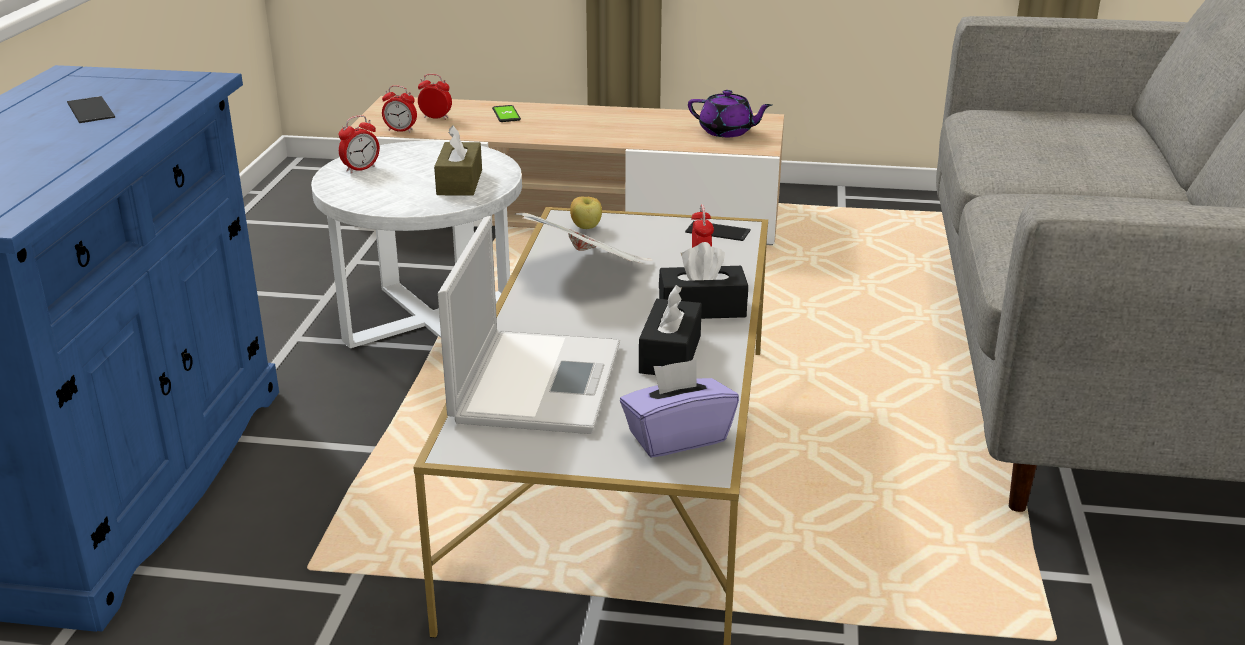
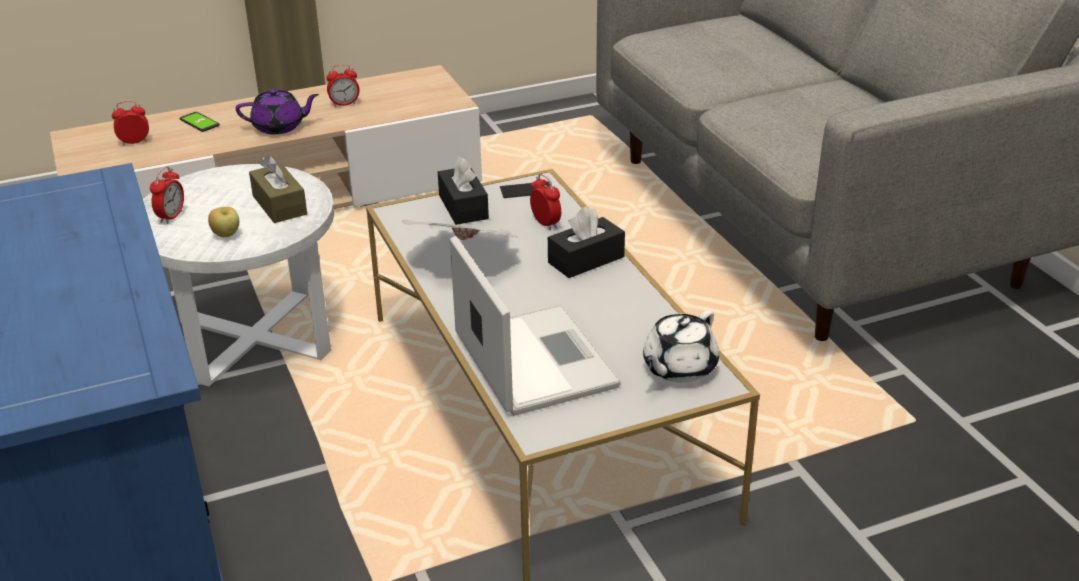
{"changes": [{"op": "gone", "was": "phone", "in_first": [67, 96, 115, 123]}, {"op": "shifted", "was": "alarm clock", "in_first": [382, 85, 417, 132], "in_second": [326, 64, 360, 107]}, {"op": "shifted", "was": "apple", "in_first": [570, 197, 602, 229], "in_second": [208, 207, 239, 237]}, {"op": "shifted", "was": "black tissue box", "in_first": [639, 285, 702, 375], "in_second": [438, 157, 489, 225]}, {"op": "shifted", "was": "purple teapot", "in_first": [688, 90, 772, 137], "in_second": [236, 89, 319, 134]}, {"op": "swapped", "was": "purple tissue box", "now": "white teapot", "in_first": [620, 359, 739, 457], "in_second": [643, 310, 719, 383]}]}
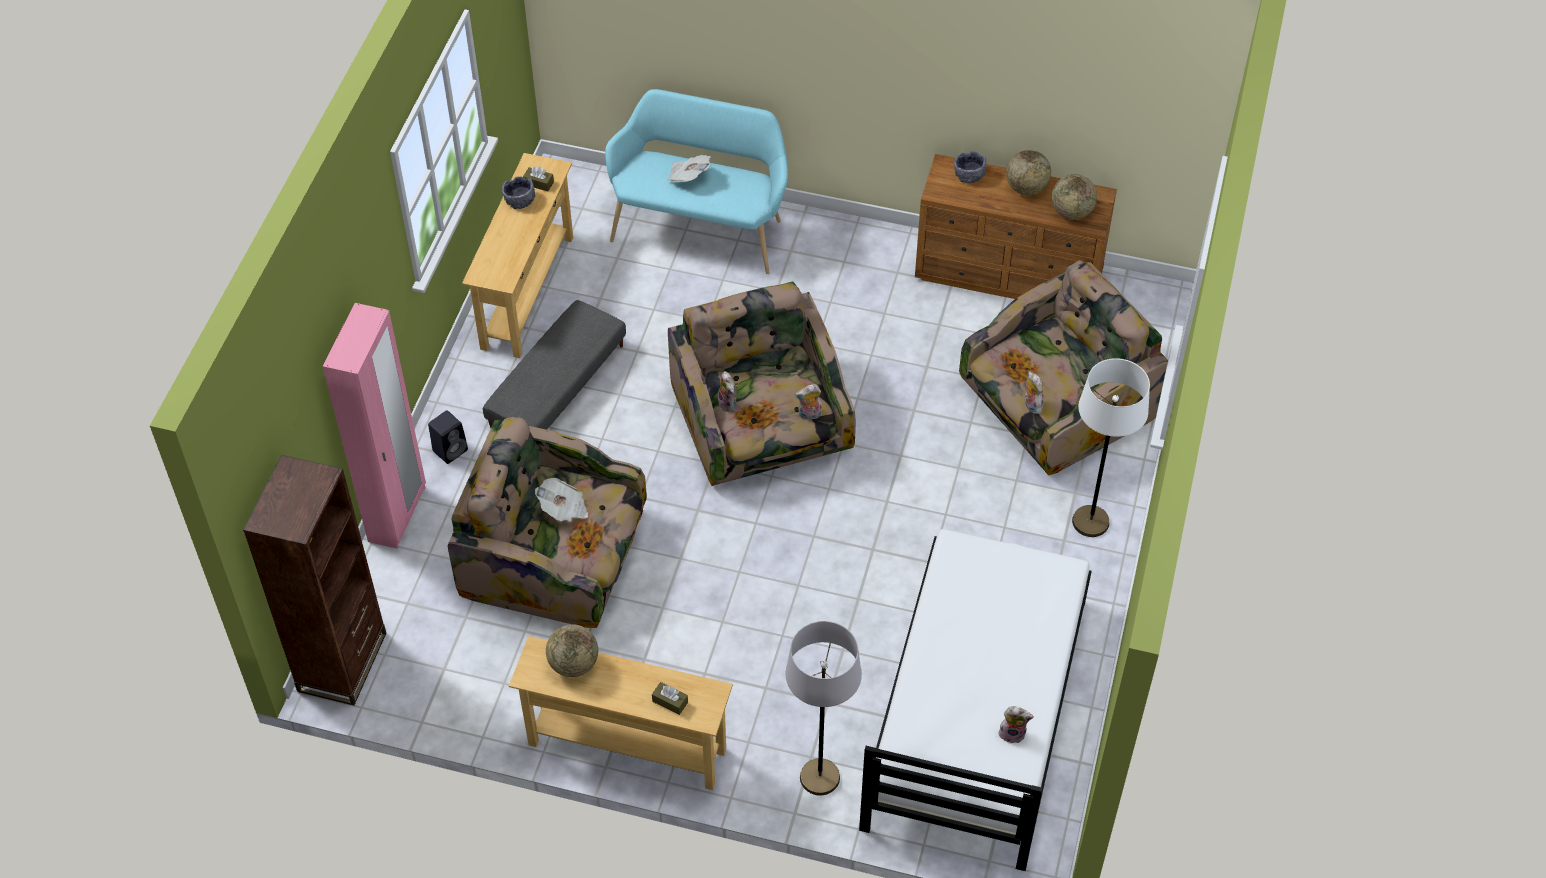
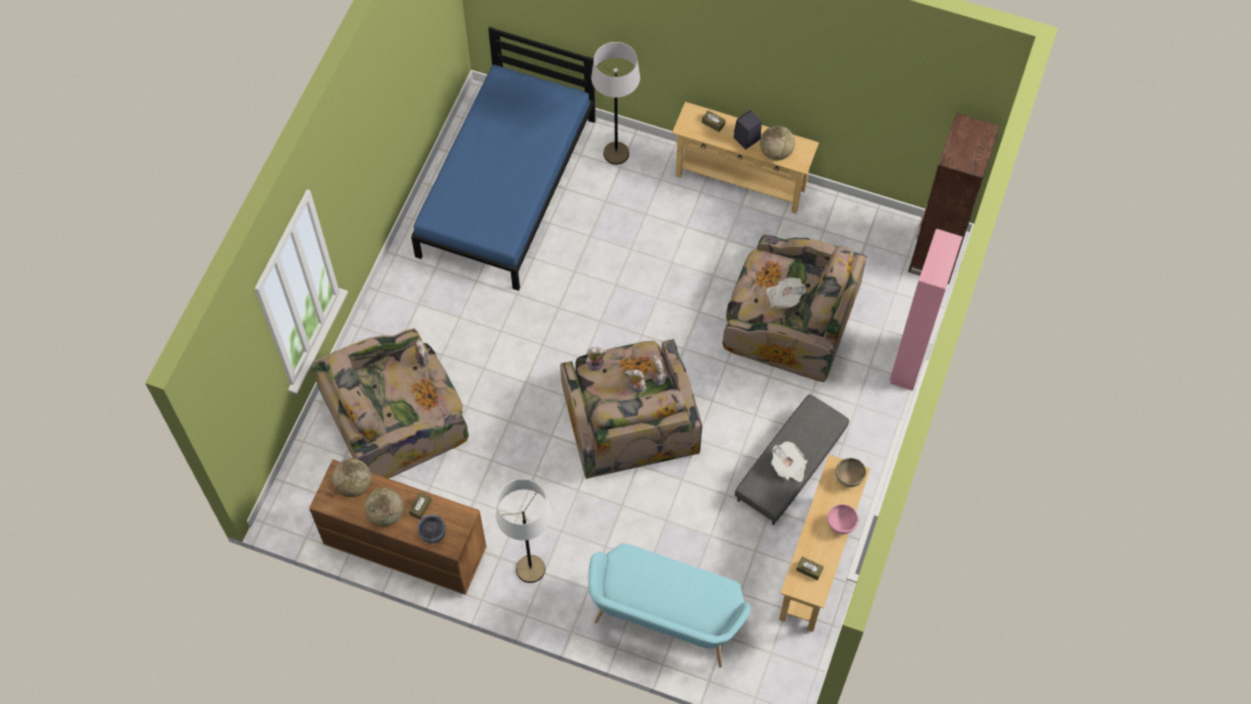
{"changes": [{"op": "gone", "was": "grey bowl", "in_first": [502, 176, 535, 209]}, {"op": "new", "now": "brown tissue box", "in_second": [409, 492, 432, 520]}, {"op": "new", "now": "pink bowl", "in_second": [827, 504, 858, 534]}, {"op": "new", "now": "brown bowl", "in_second": [835, 458, 866, 487]}, {"op": "shifted", "was": "black speaker", "in_first": [428, 410, 468, 464], "in_second": [734, 110, 762, 149]}, {"op": "shifted", "was": "newspaper", "in_first": [667, 155, 710, 182], "in_second": [771, 442, 807, 482]}, {"op": "shifted", "was": "plush toy", "in_first": [999, 706, 1034, 743], "in_second": [624, 370, 646, 393]}, {"op": "shifted", "was": "white floor lamp", "in_first": [1072, 358, 1150, 537], "in_second": [496, 479, 551, 583]}, {"op": "repainted", "was": "white bed", "now": "blue bed", "in_first": [859, 529, 1092, 871], "in_second": [411, 27, 595, 291]}]}
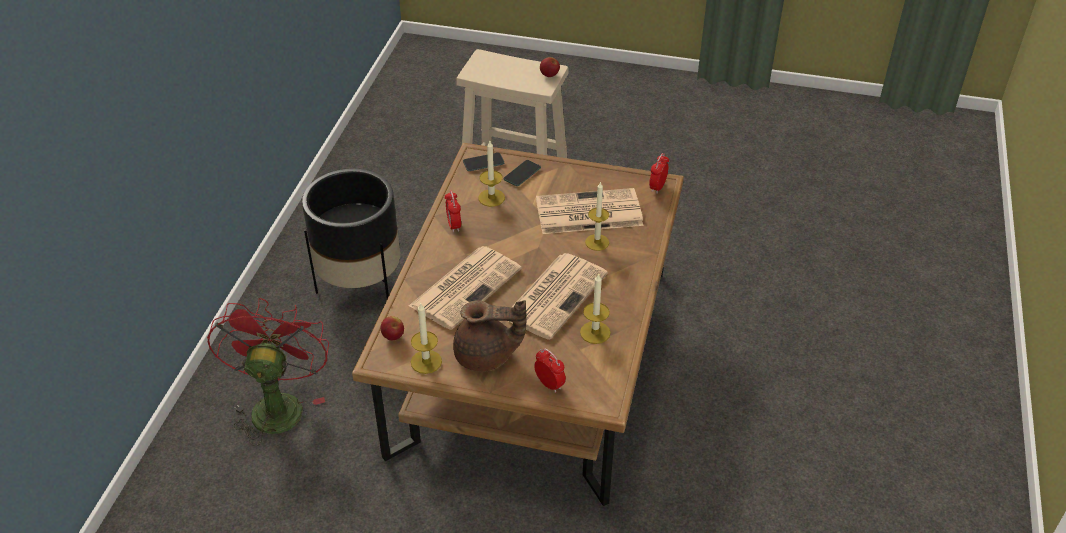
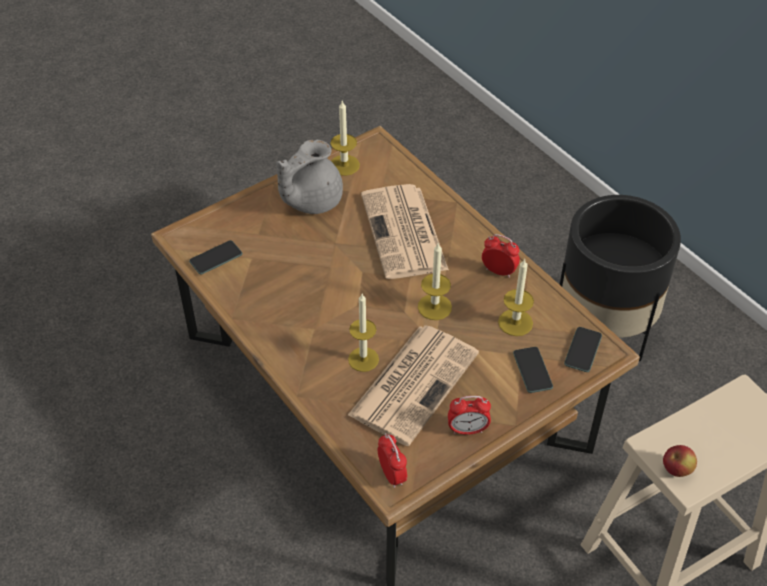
{"changes": [{"op": "gone", "was": "red fan", "in_first": [207, 298, 329, 446]}, {"op": "gone", "was": "apple", "in_first": [380, 316, 404, 340]}, {"op": "gone", "was": "newspaper", "in_first": [509, 253, 608, 340]}, {"op": "new", "now": "phone", "in_second": [189, 240, 242, 274]}, {"op": "shifted", "was": "alarm clock", "in_first": [534, 348, 566, 393], "in_second": [448, 396, 491, 435]}, {"op": "shifted", "was": "candle", "in_first": [580, 273, 611, 344], "in_second": [418, 244, 452, 320]}, {"op": "repainted", "was": "brown teapot", "now": "grey teapot", "in_first": [453, 300, 527, 372], "in_second": [276, 140, 343, 214]}]}
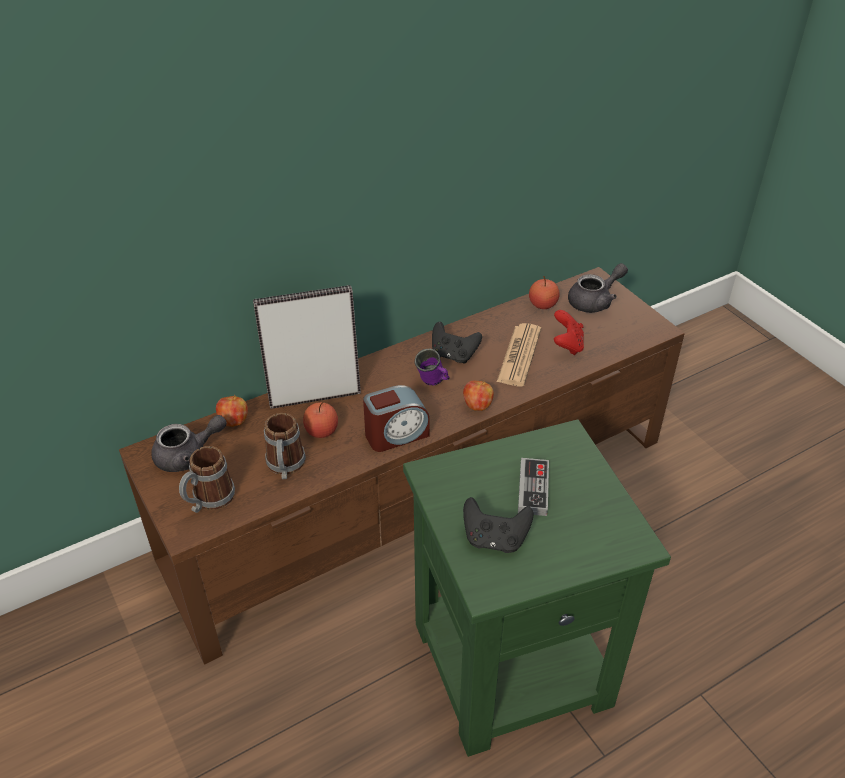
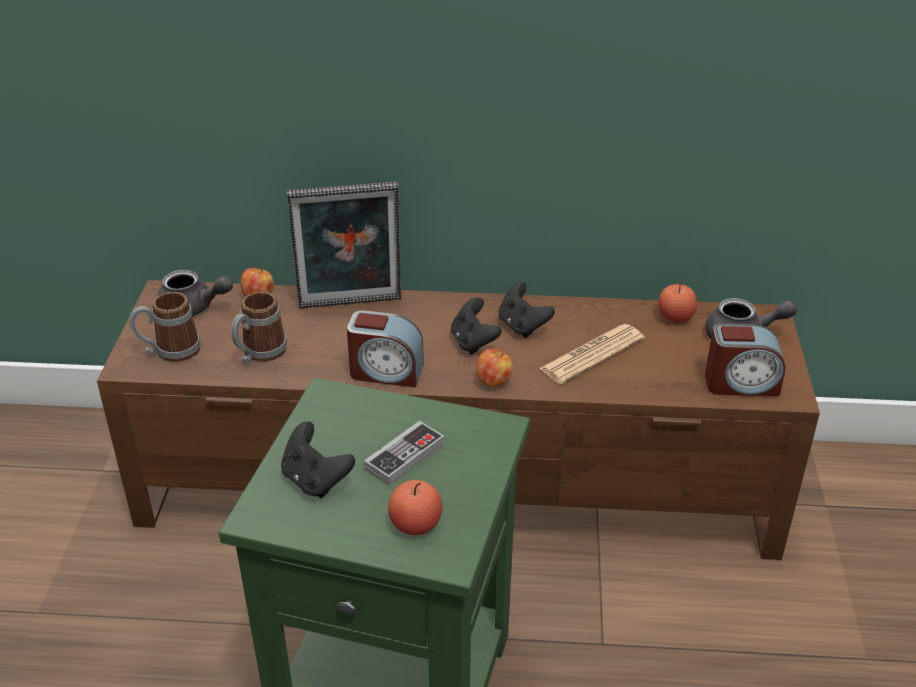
{"changes": [{"op": "gone", "was": "red game controller", "in_first": [554, 310, 584, 355]}, {"op": "new", "now": "alarm clock", "in_second": [705, 323, 785, 396]}, {"op": "shifted", "was": "apple", "in_first": [303, 402, 338, 438], "in_second": [388, 480, 442, 535]}, {"op": "swapped", "was": "purple mug", "now": "black game controller", "in_first": [415, 349, 450, 386], "in_second": [451, 297, 502, 355]}, {"op": "rotated", "was": "picture frame", "in_first": [253, 285, 361, 409], "in_second": [286, 182, 401, 308], "clockwise": 150}]}
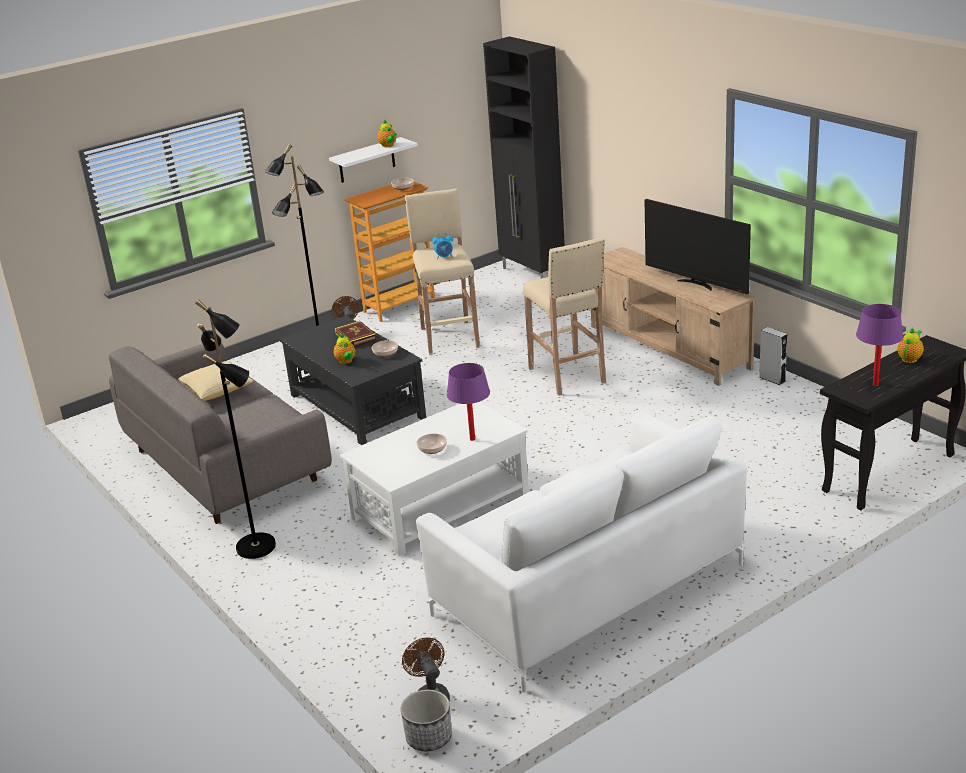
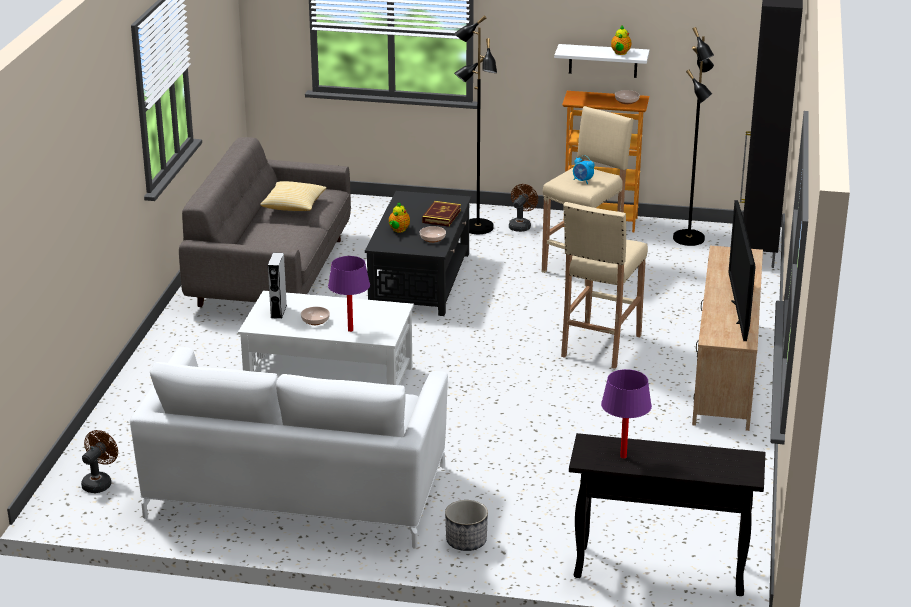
{"changes": [{"op": "gone", "was": "teapot", "in_first": [897, 328, 924, 363]}, {"op": "shifted", "was": "black floor lamp", "in_first": [195, 299, 276, 559], "in_second": [673, 27, 714, 246]}, {"op": "shifted", "was": "planter", "in_first": [401, 690, 452, 751], "in_second": [445, 500, 488, 551]}, {"op": "shifted", "was": "grey speaker", "in_first": [759, 327, 788, 385], "in_second": [268, 252, 287, 319]}]}
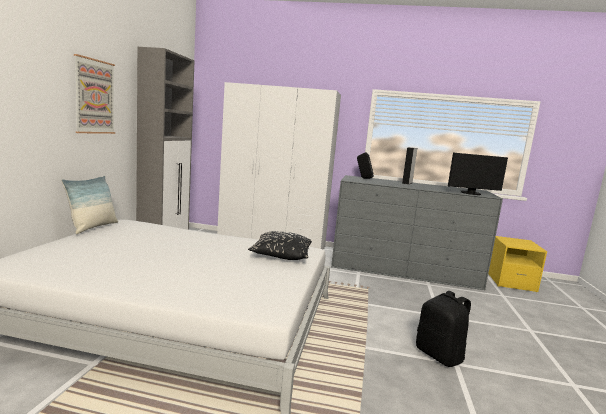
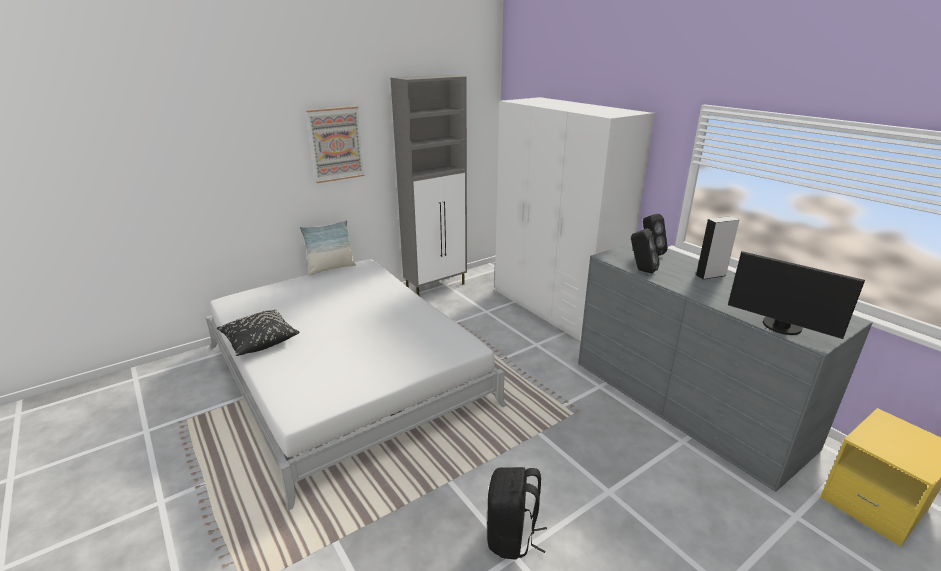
{"changes": [{"op": "new", "now": "black speaker", "in_second": [631, 228, 660, 274]}, {"op": "shifted", "was": "black pillow", "in_first": [248, 231, 312, 260], "in_second": [217, 309, 300, 356]}]}
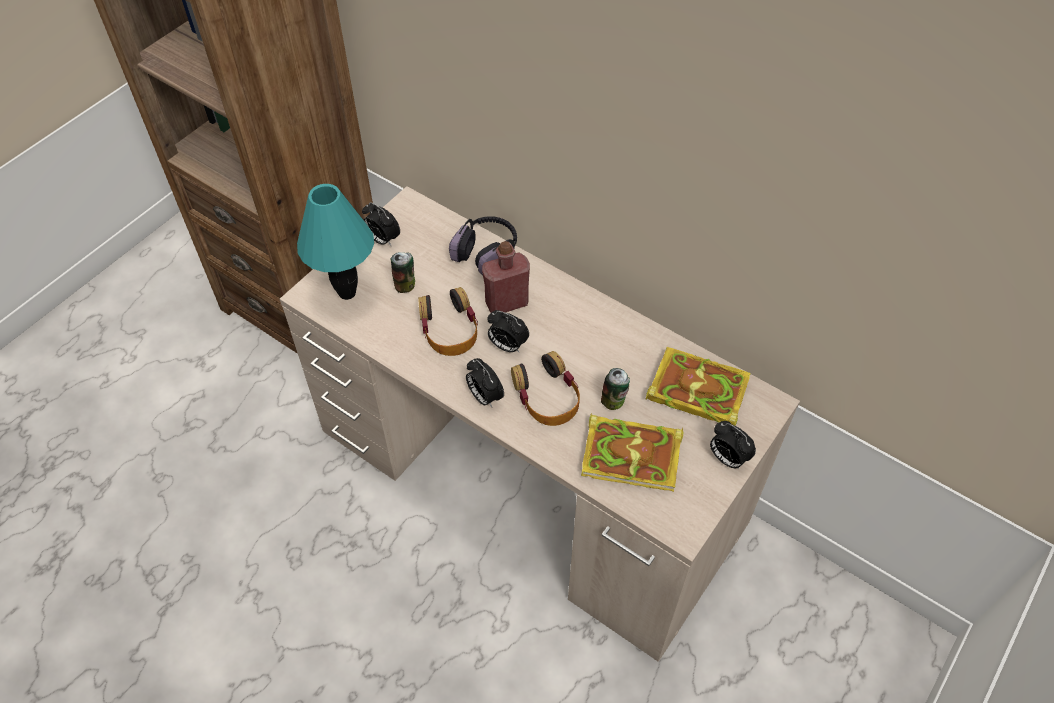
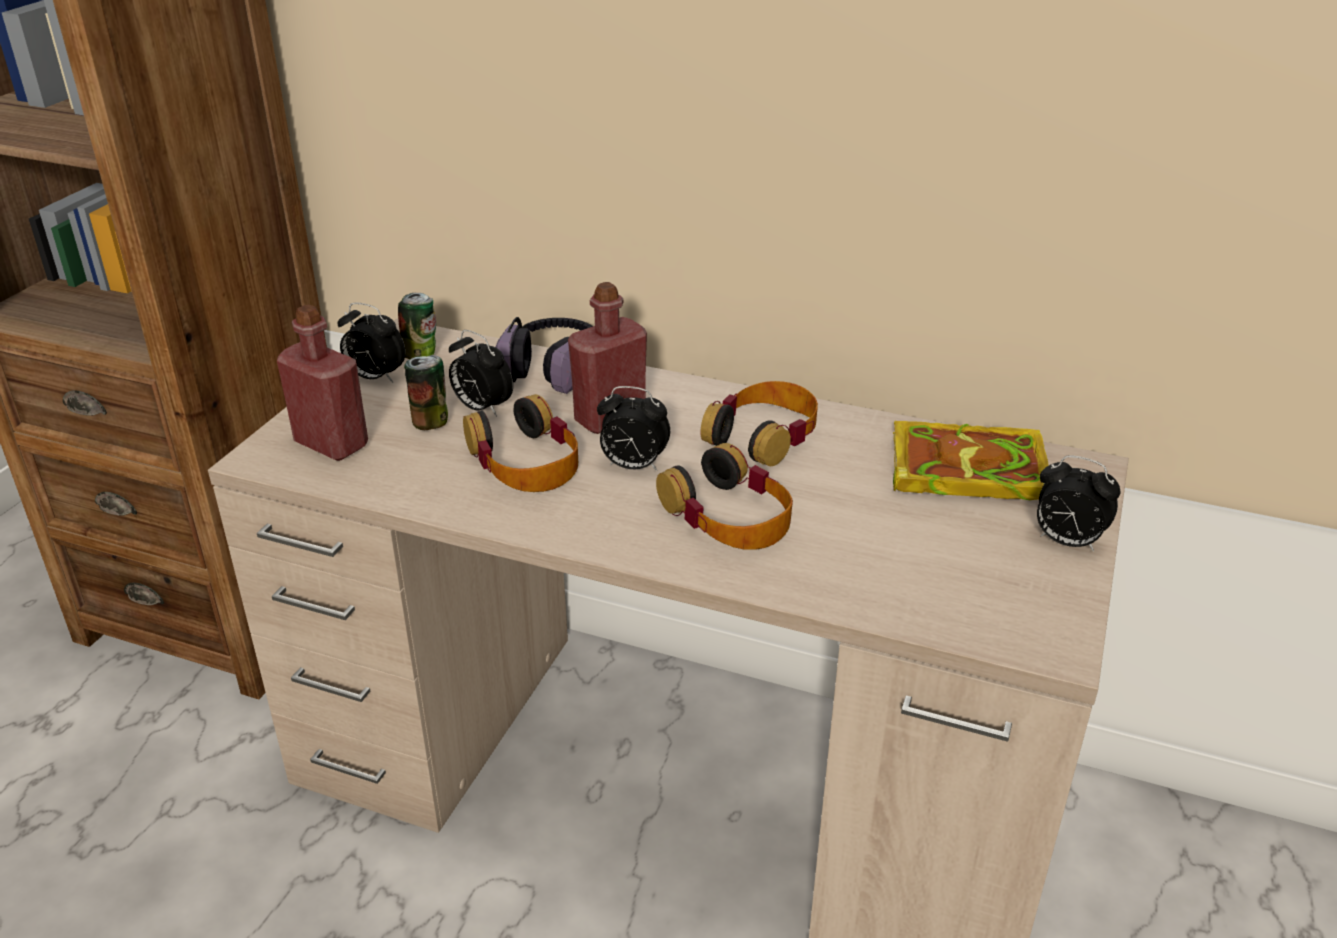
{"changes": [{"op": "gone", "was": "book", "in_first": [581, 414, 683, 492]}, {"op": "new", "now": "headphones", "in_second": [700, 381, 818, 466]}, {"op": "shifted", "was": "alarm clock", "in_first": [466, 358, 504, 408], "in_second": [449, 330, 513, 417]}, {"op": "shifted", "was": "can", "in_first": [601, 368, 630, 410], "in_second": [398, 293, 436, 360]}, {"op": "swapped", "was": "turquoise table lamp", "now": "red bottle", "in_first": [297, 184, 374, 300], "in_second": [277, 305, 368, 461]}]}
